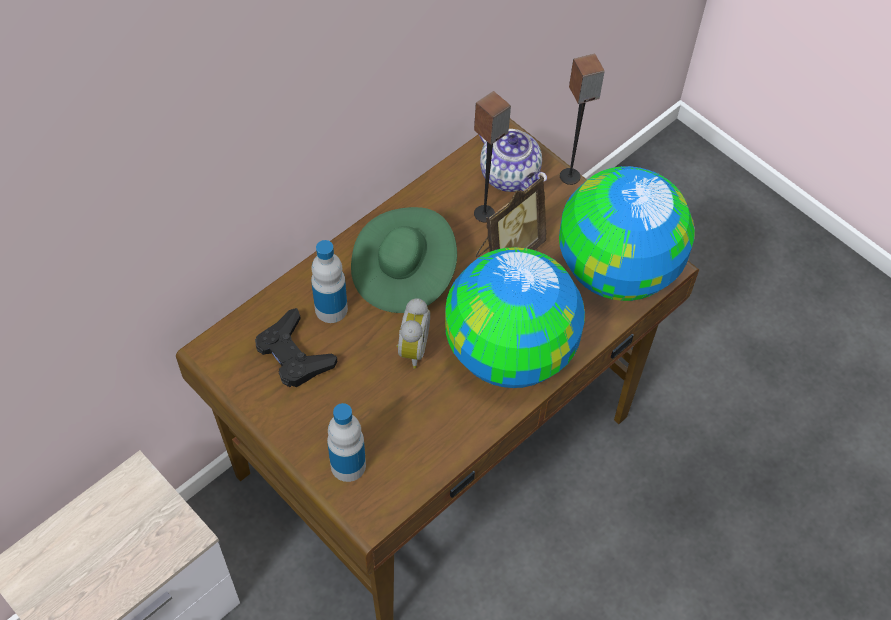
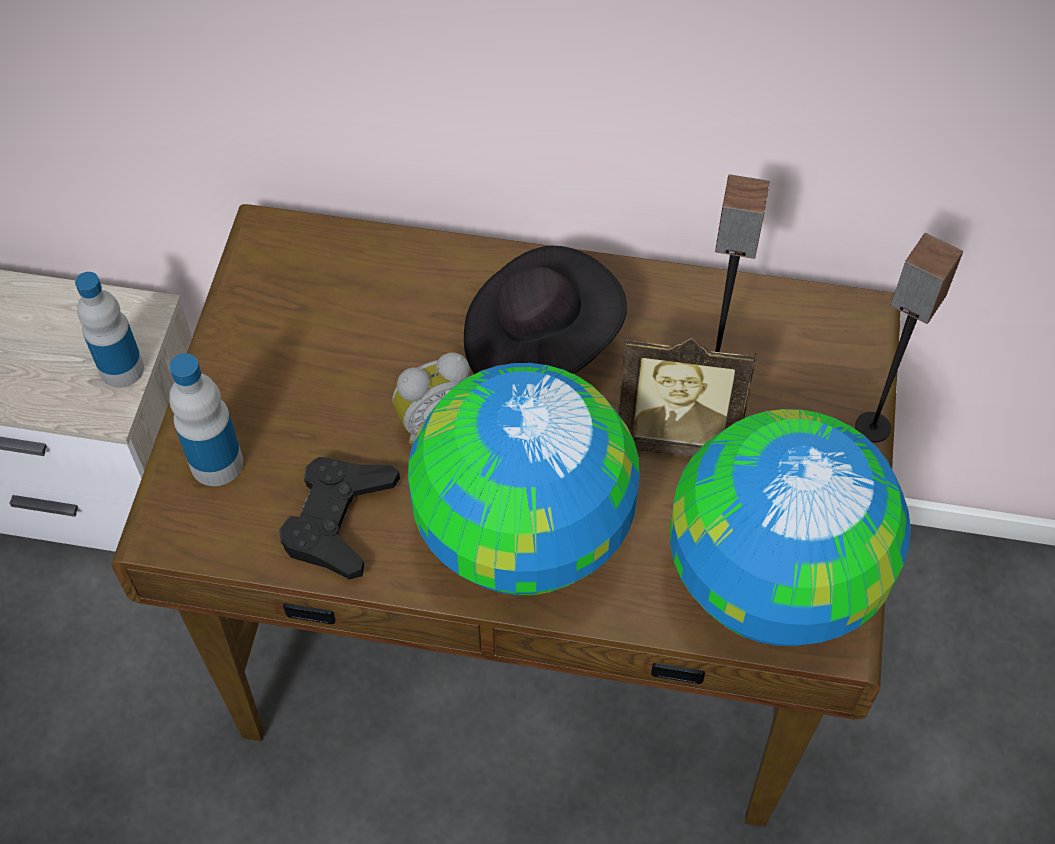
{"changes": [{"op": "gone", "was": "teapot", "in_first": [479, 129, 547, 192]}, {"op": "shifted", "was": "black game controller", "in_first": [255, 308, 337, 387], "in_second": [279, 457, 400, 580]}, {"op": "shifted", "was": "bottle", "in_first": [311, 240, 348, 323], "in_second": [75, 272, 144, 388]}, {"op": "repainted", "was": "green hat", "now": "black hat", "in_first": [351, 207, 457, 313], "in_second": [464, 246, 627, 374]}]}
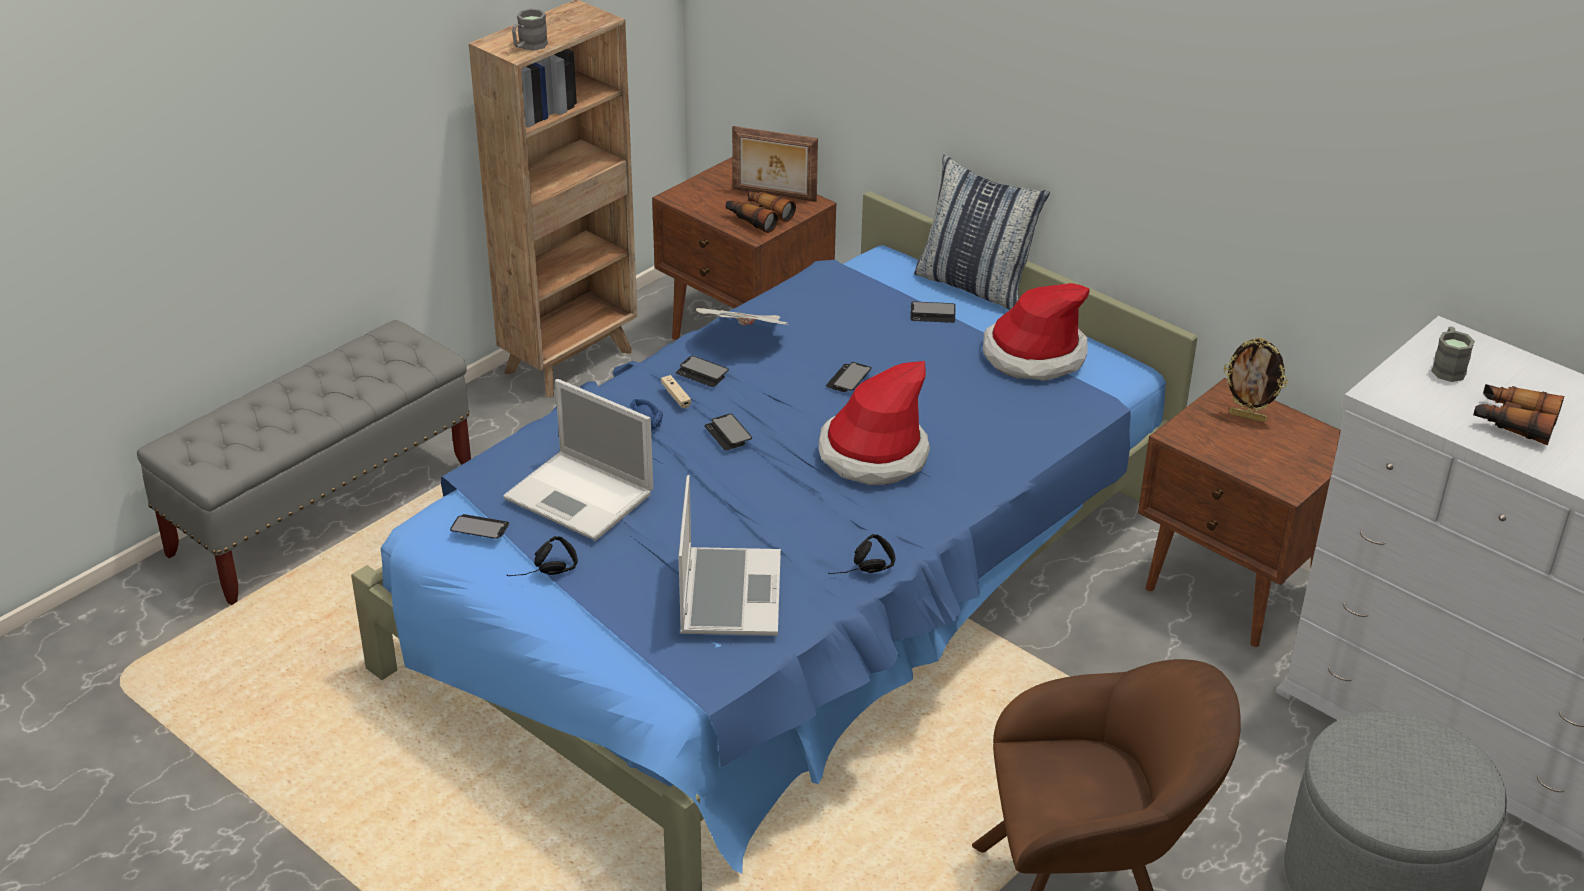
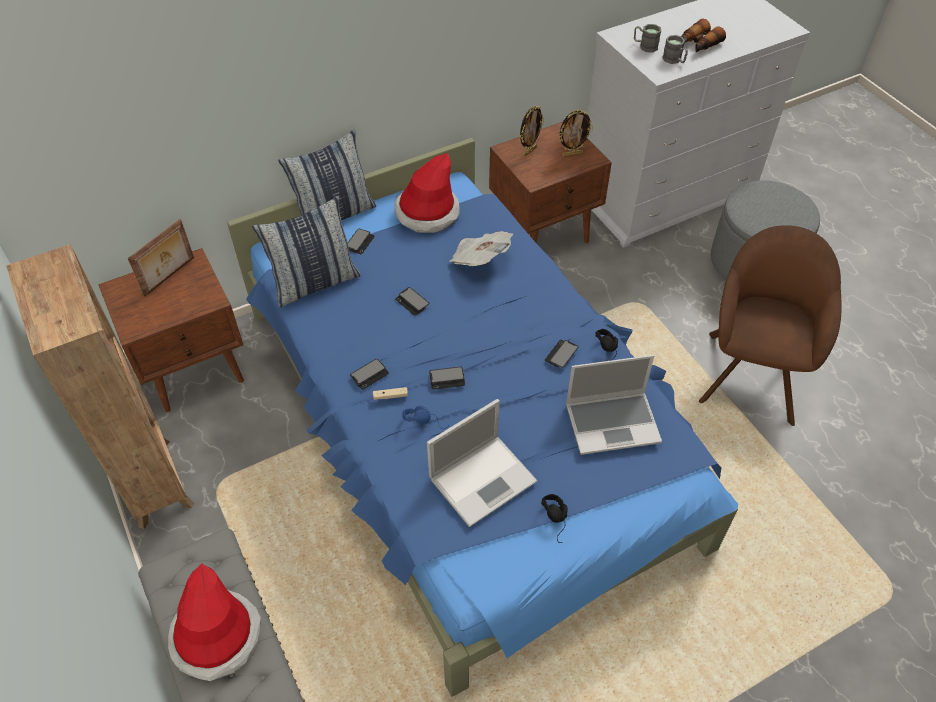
{"changes": [{"op": "gone", "was": "binoculars", "in_first": [726, 190, 796, 233]}, {"op": "new", "now": "pillow", "in_second": [252, 195, 360, 307]}, {"op": "new", "now": "picture frame", "in_second": [558, 110, 593, 157]}, {"op": "shifted", "was": "phone", "in_first": [450, 514, 509, 539], "in_second": [545, 340, 579, 368]}, {"op": "shifted", "was": "grey mug", "in_first": [512, 8, 548, 51], "in_second": [662, 35, 688, 64]}, {"op": "shifted", "was": "newspaper", "in_first": [696, 308, 788, 326], "in_second": [449, 231, 513, 266]}, {"op": "shifted", "was": "hat", "in_first": [819, 361, 930, 485], "in_second": [168, 564, 261, 681]}, {"op": "rotated", "was": "laptop", "in_first": [678, 475, 781, 636], "in_second": [566, 355, 662, 455], "clockwise": 150}]}
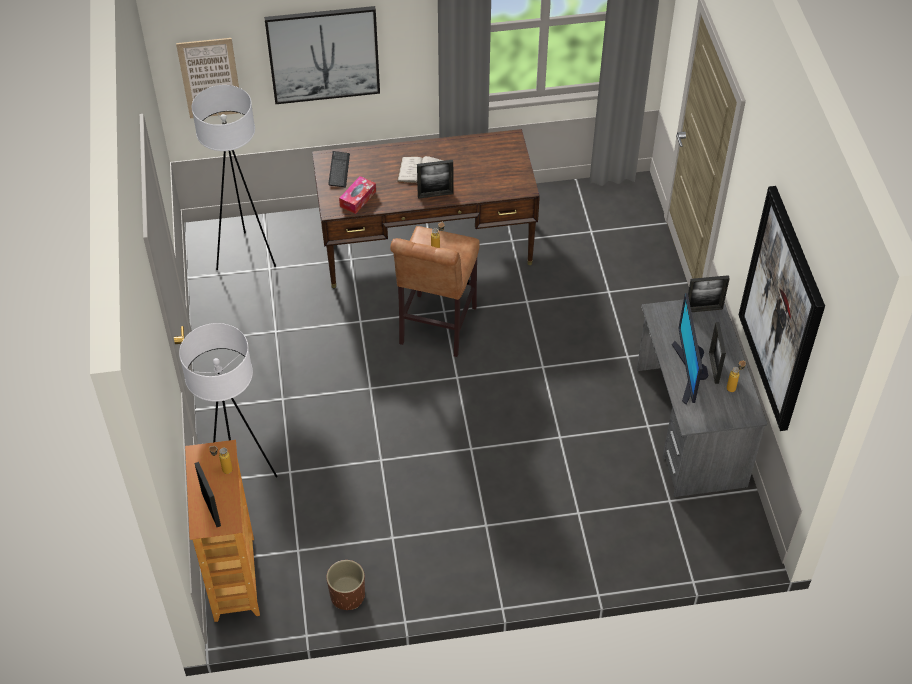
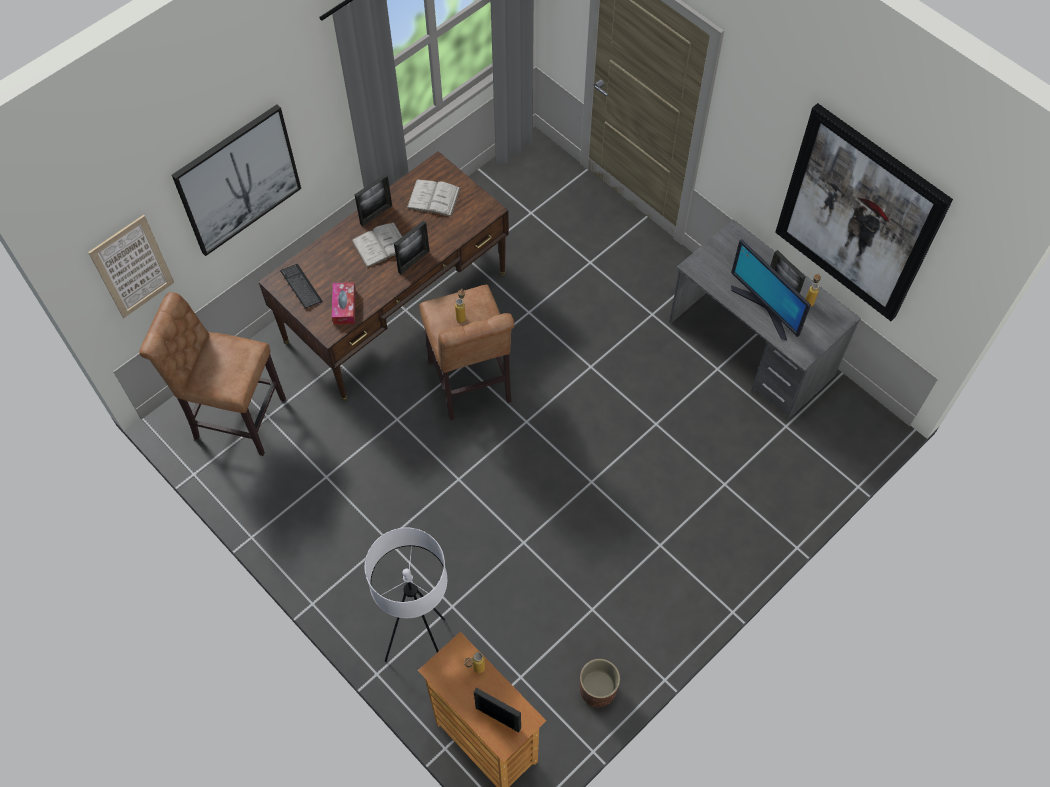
{"changes": [{"op": "new", "now": "white book", "in_second": [406, 179, 461, 217]}, {"op": "shifted", "was": "picture frame", "in_first": [688, 275, 730, 312], "in_second": [355, 174, 392, 226]}, {"op": "swapped", "was": "white floor lamp", "now": "brown stool", "in_first": [192, 85, 276, 270], "in_second": [139, 292, 286, 456]}]}
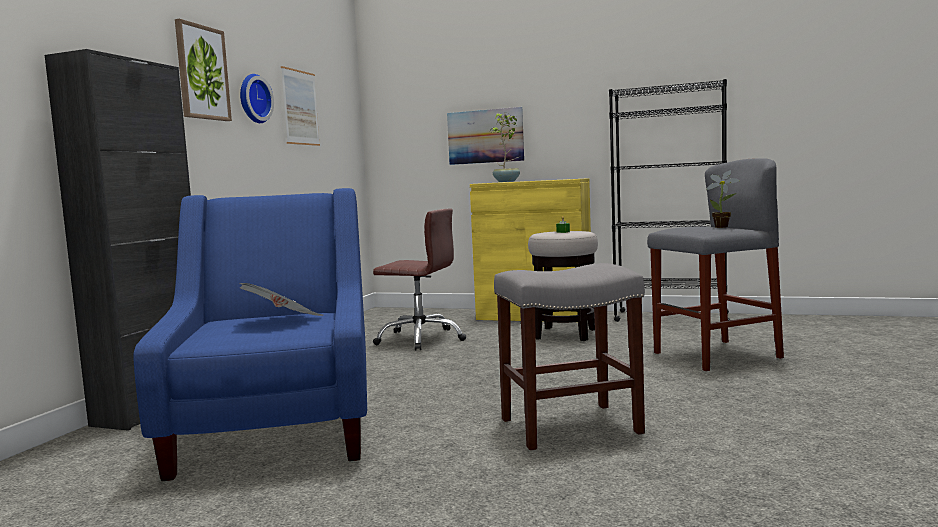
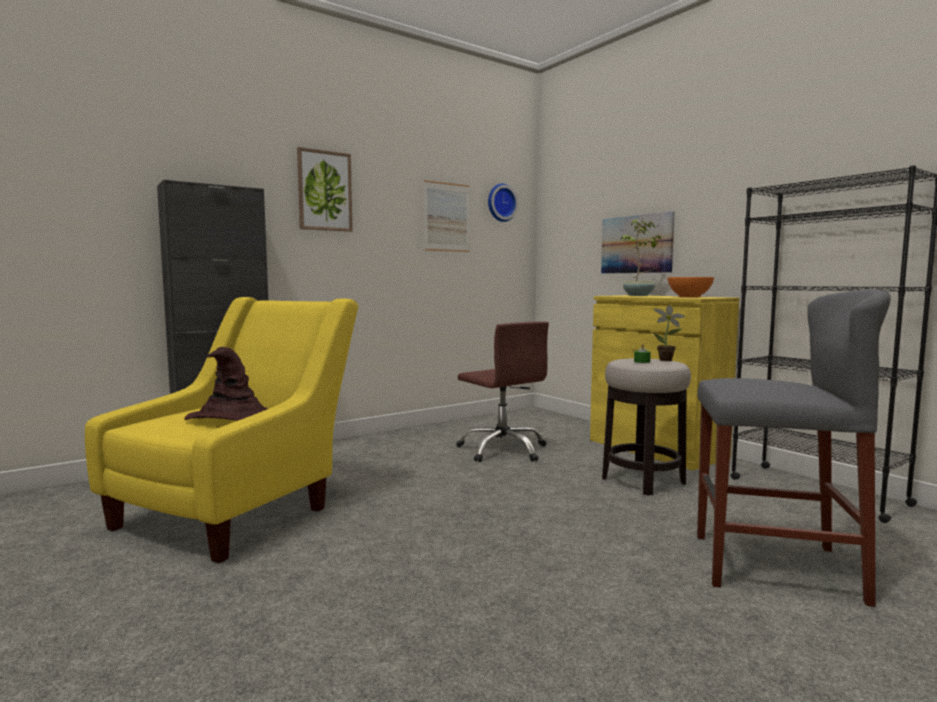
{"changes": [{"op": "gone", "was": "grey stool", "in_first": [494, 263, 645, 450]}, {"op": "new", "now": "orange bowl", "in_second": [667, 277, 715, 297]}, {"op": "shifted", "was": "wall clock", "in_first": [240, 74, 274, 123], "in_second": [488, 184, 518, 222]}, {"op": "shifted", "was": "potted plant", "in_first": [706, 170, 740, 228], "in_second": [653, 305, 685, 361]}, {"op": "swapped", "was": "newspaper", "now": "brown hat", "in_first": [239, 283, 323, 316], "in_second": [184, 347, 268, 421]}, {"op": "repainted", "was": "blue armchair", "now": "yellow armchair", "in_first": [133, 188, 367, 481], "in_second": [85, 297, 358, 563]}]}
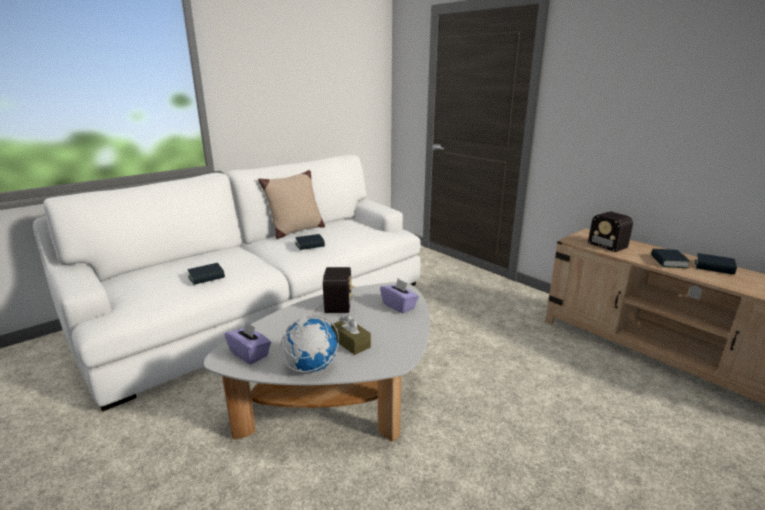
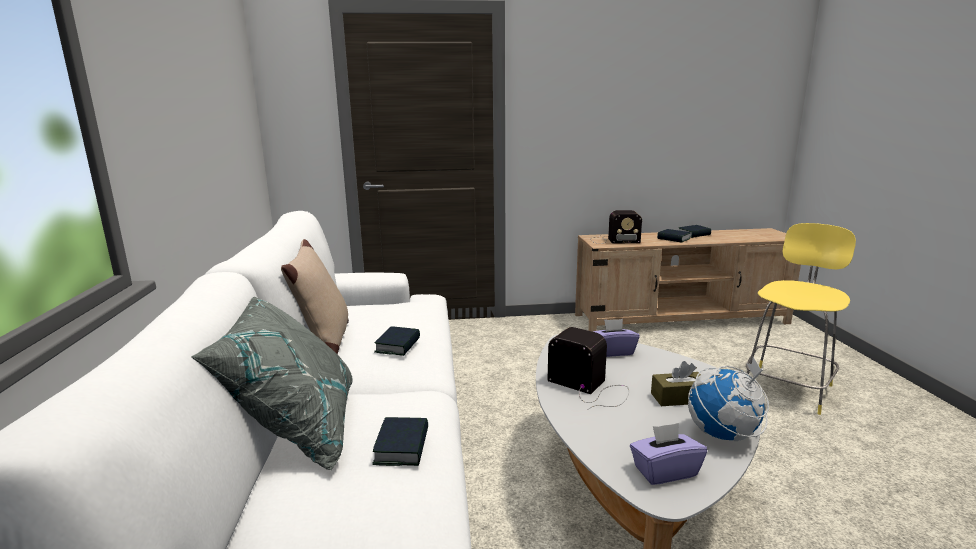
{"changes": [{"op": "new", "now": "grey pillow", "in_second": [191, 297, 353, 470]}, {"op": "new", "now": "yellow stool", "in_second": [746, 223, 856, 415]}]}
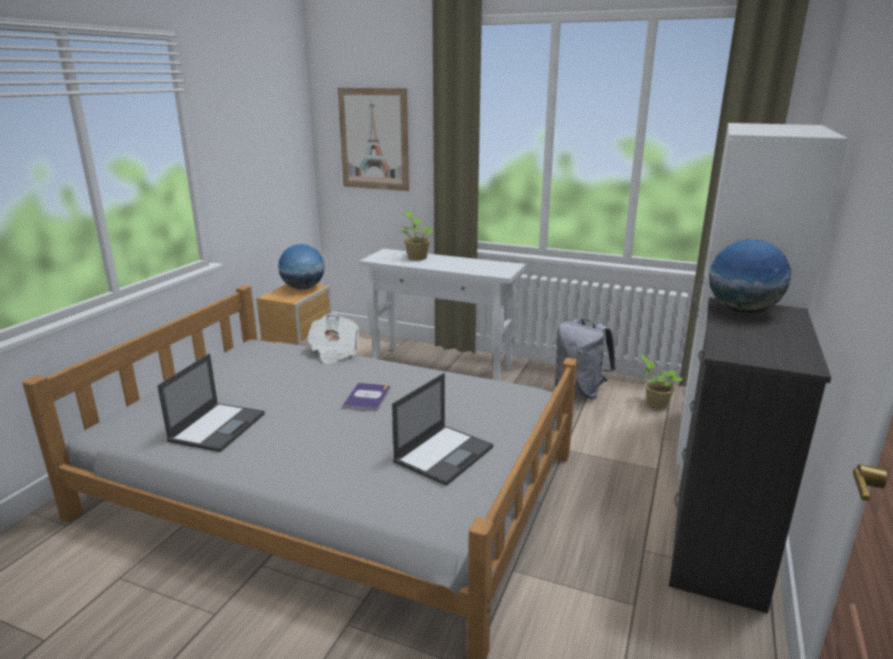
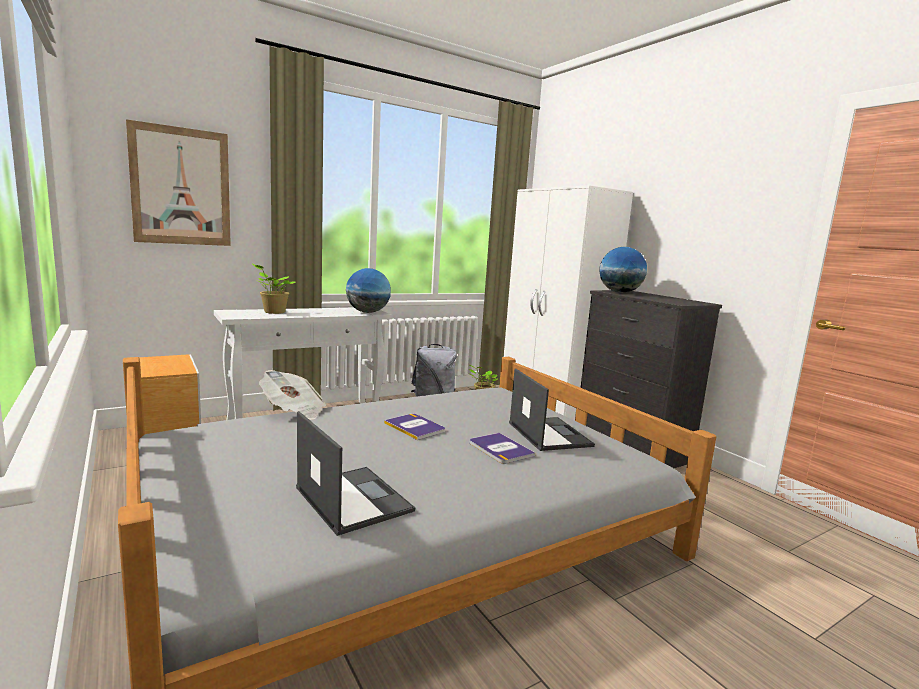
{"changes": [{"op": "new", "now": "book", "in_second": [470, 433, 535, 464]}, {"op": "shifted", "was": "globe", "in_first": [278, 244, 325, 290], "in_second": [346, 268, 391, 313]}]}
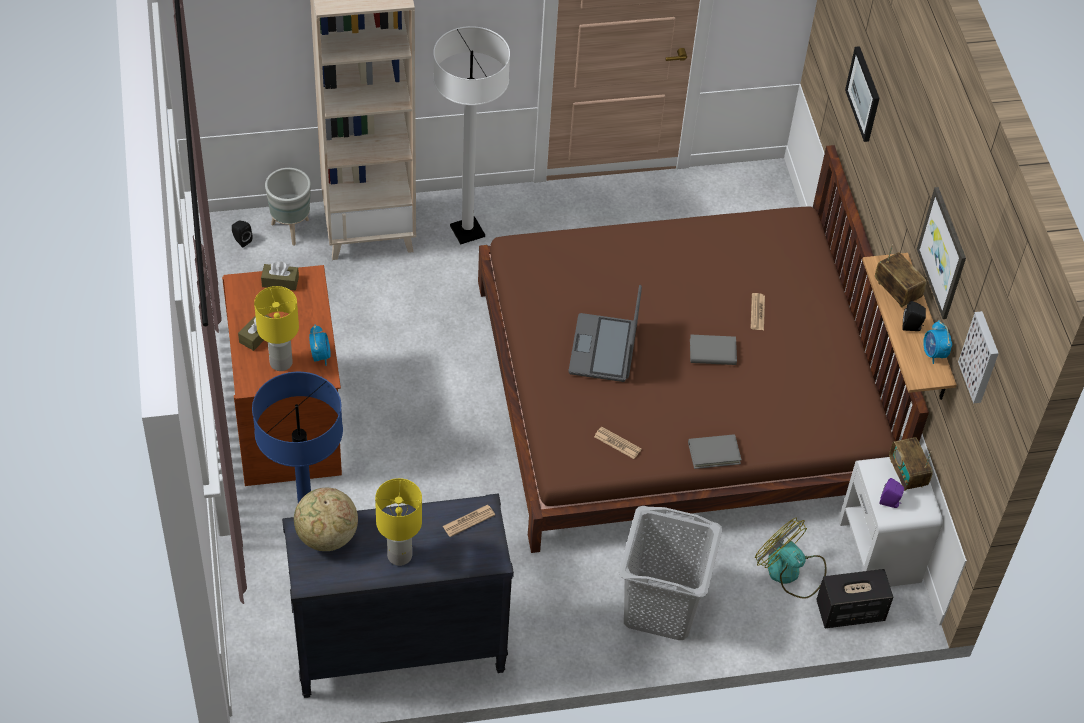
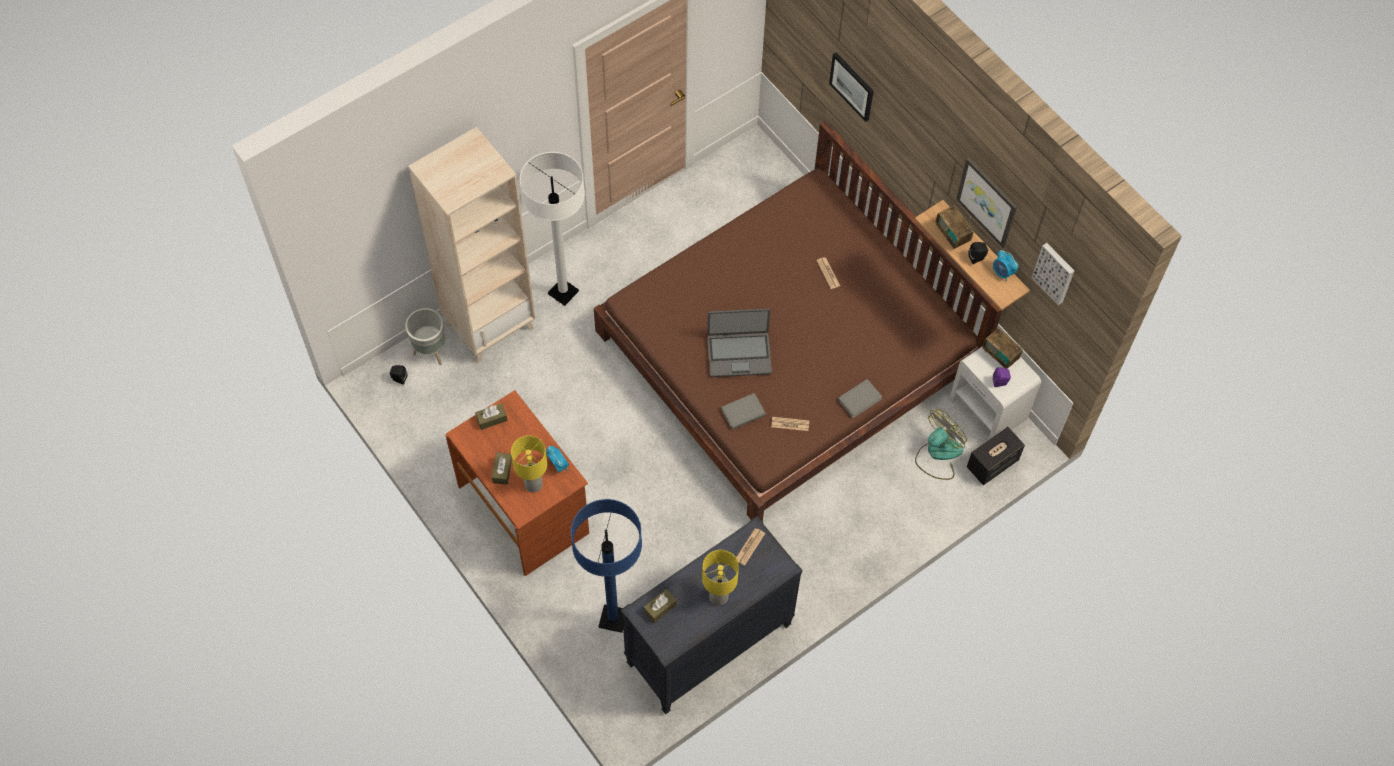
{"changes": [{"op": "gone", "was": "grey laundry basket", "in_first": [619, 506, 723, 640]}, {"op": "shifted", "was": "grey book", "in_first": [690, 335, 737, 365], "in_second": [721, 393, 766, 430]}, {"op": "swapped", "was": "globe", "now": "brown tissue box", "in_first": [294, 488, 358, 551], "in_second": [644, 589, 677, 623]}, {"op": "rotated", "was": "laptop", "in_first": [568, 285, 642, 382], "in_second": [707, 309, 772, 377], "clockwise": -75}, {"op": "rotated", "was": "fan", "in_first": [755, 518, 827, 599], "in_second": [915, 409, 967, 480], "clockwise": 120}, {"op": "rotated", "was": "radio", "in_first": [875, 244, 927, 308], "in_second": [936, 206, 973, 249], "clockwise": -150}]}
